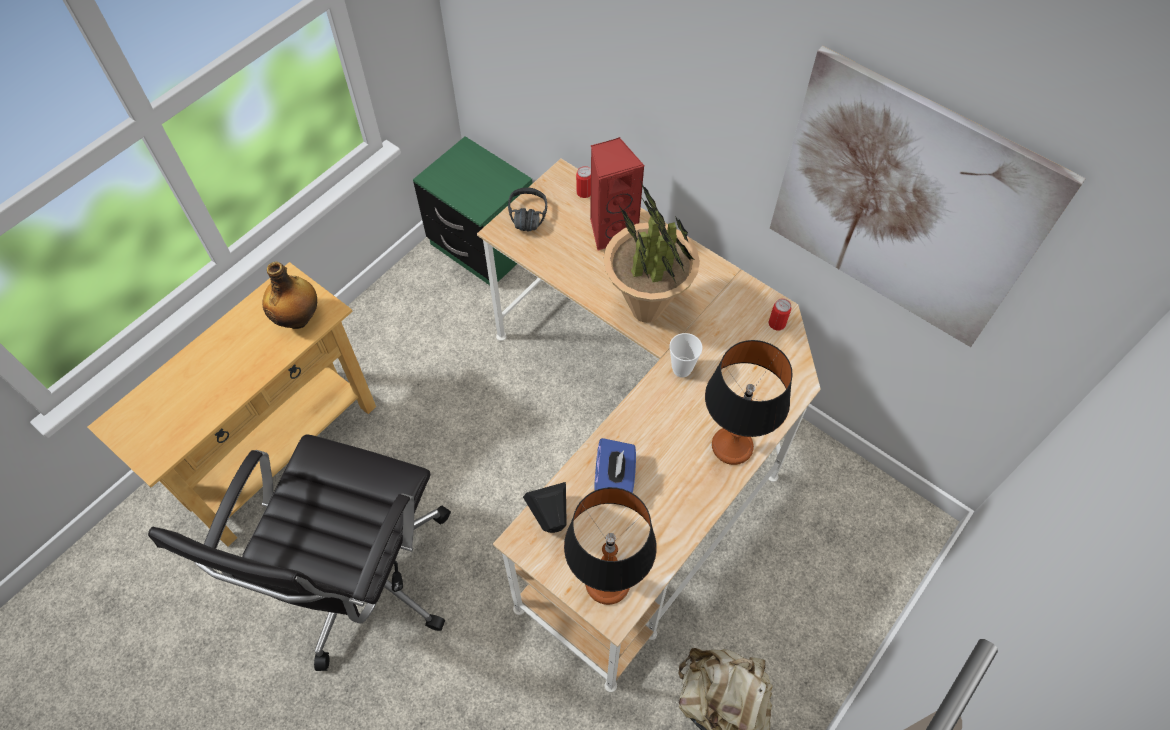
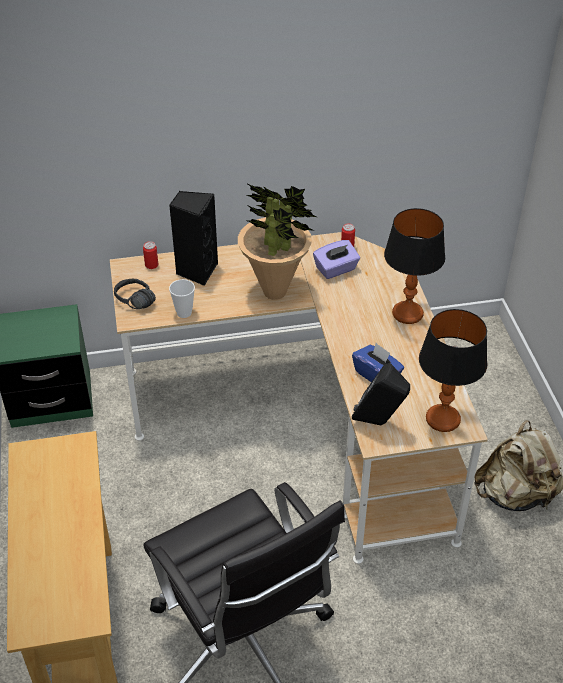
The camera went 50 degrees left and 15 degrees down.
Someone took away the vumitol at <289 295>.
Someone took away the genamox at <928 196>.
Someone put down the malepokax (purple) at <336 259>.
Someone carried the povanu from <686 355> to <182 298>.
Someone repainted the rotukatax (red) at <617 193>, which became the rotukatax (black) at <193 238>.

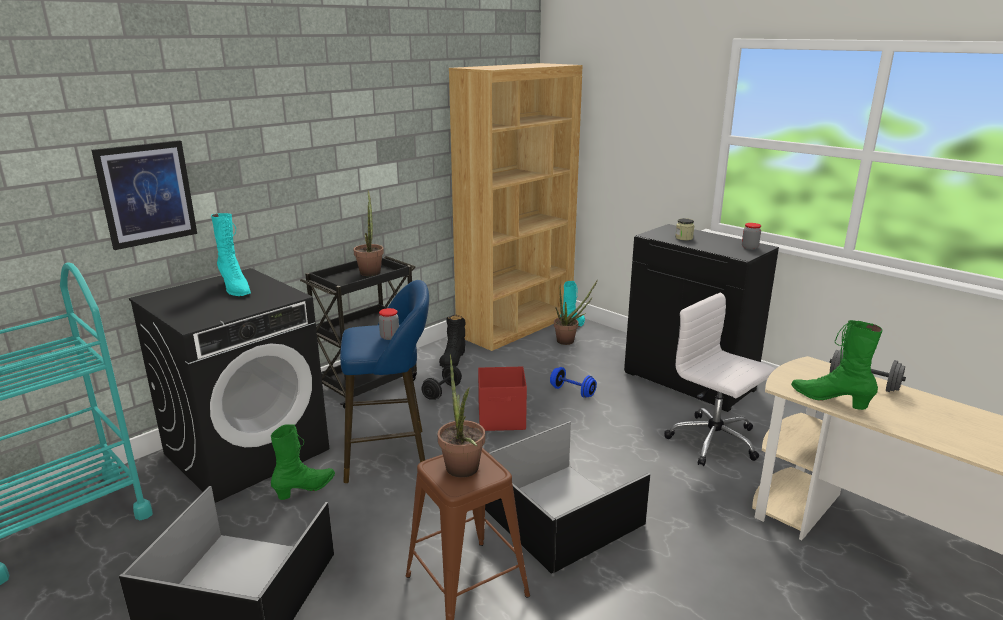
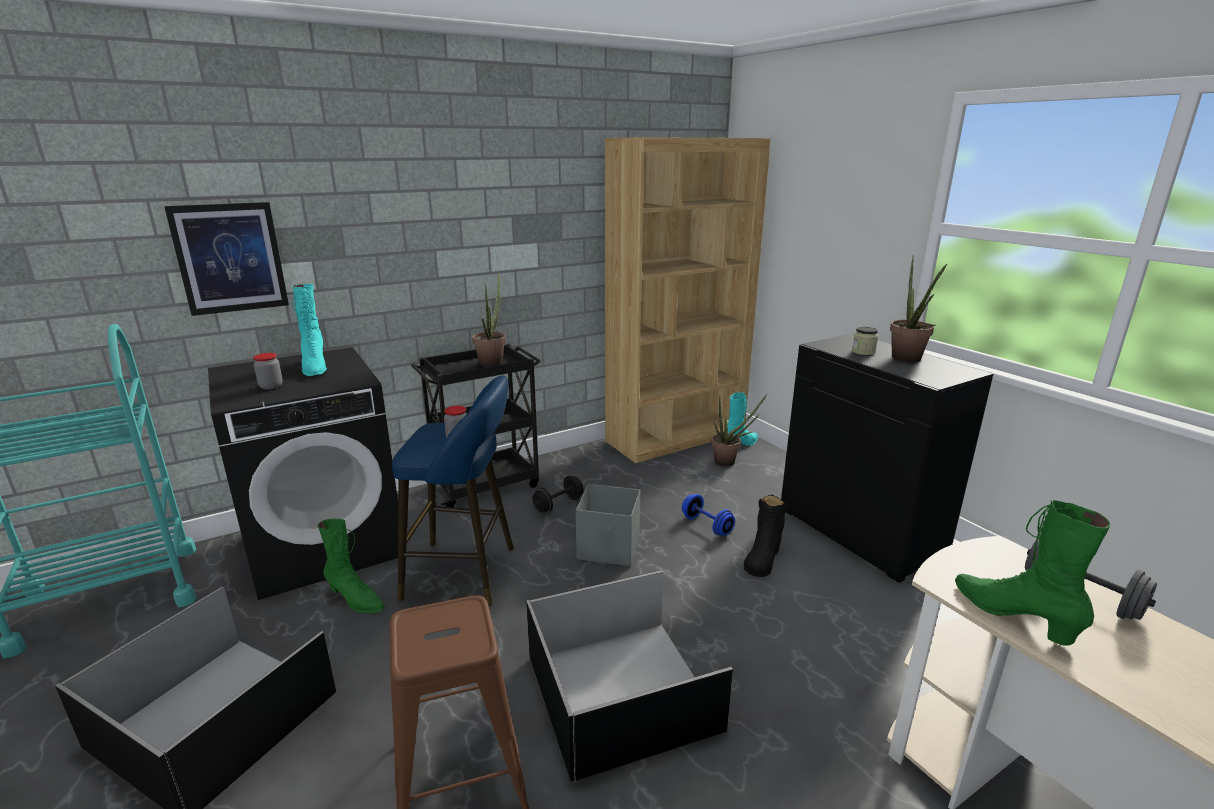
The camera went 15 degrees right and 0 degrees up.
Someone took away the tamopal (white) at <719 379>.
Someone carried the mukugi from <461 416> to <918 308>.
Someone carried the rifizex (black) from <452 341> to <765 536>.
Someone carried the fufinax from <751 236> to <268 371>.
Someone repainted the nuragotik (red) at <502 398>, which became the nuragotik (grey) at <608 525>.
Someone rotated the rifizex (green) at <303 462> by 60 degrees clockwise.

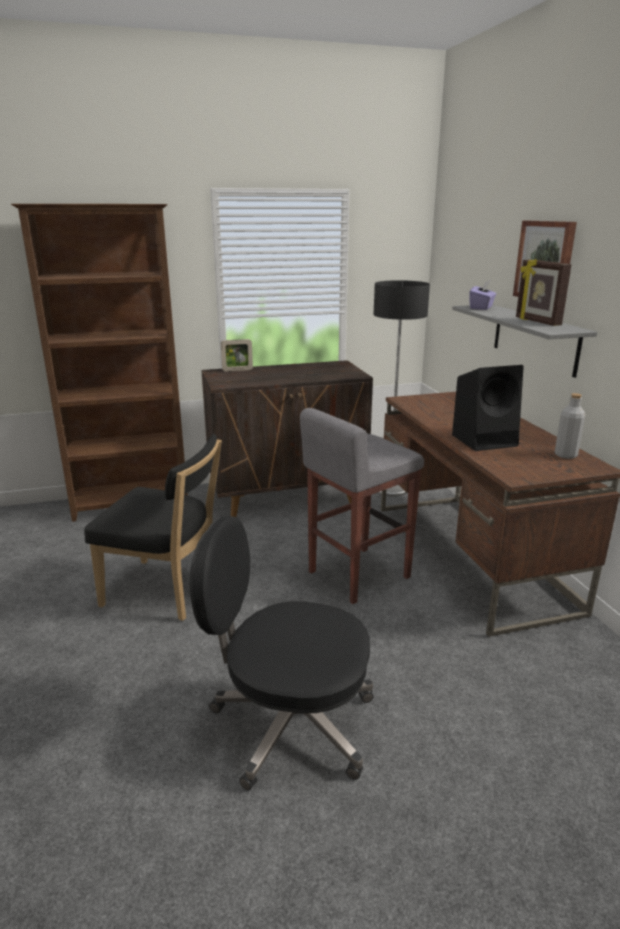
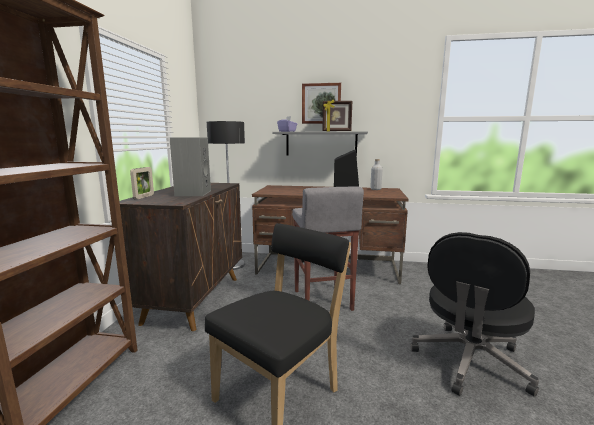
The camera went 65 degrees left and 10 degrees down.
Someone put down the rotukatax (grey) at <190 167>.

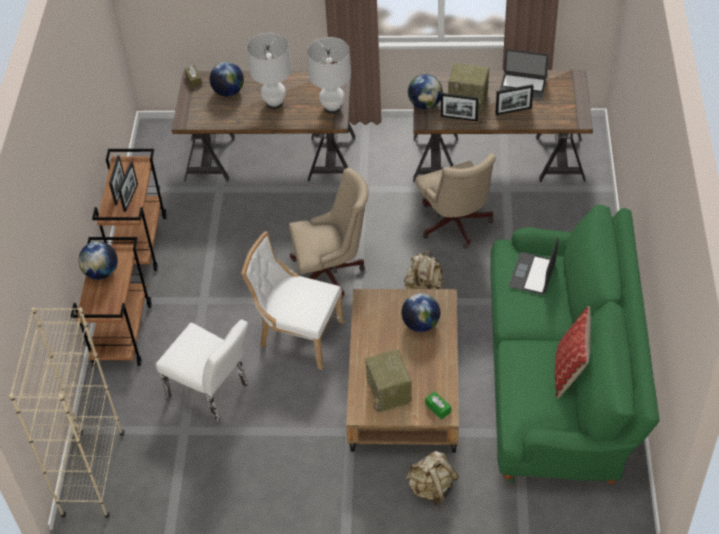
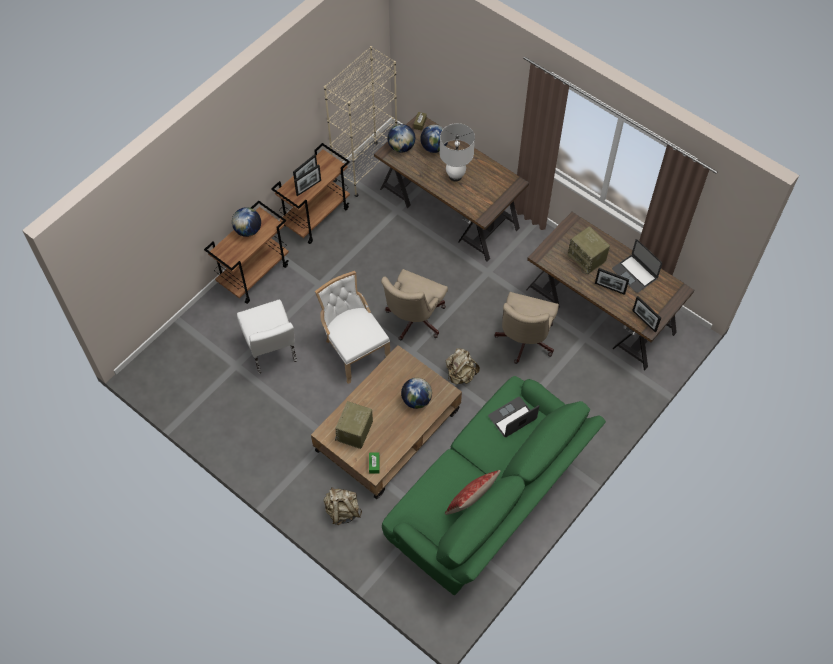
The camera went 35 degrees right and 10 degrees up.
Someone took away the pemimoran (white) at <329 75>.
Someone carried the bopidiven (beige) from <66 412> to <360 121>.
Someone carried the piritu from <425 91> to <401 138>.
Someone carried the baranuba from <460 107> to <646 314>.
Someone rotated the tamopal (beige) at <329 233> by 90 degrees clockwise.

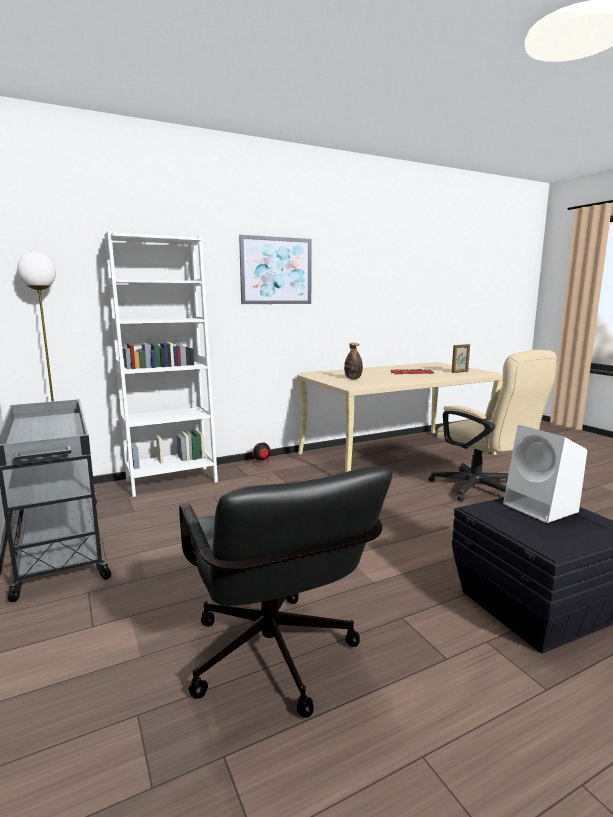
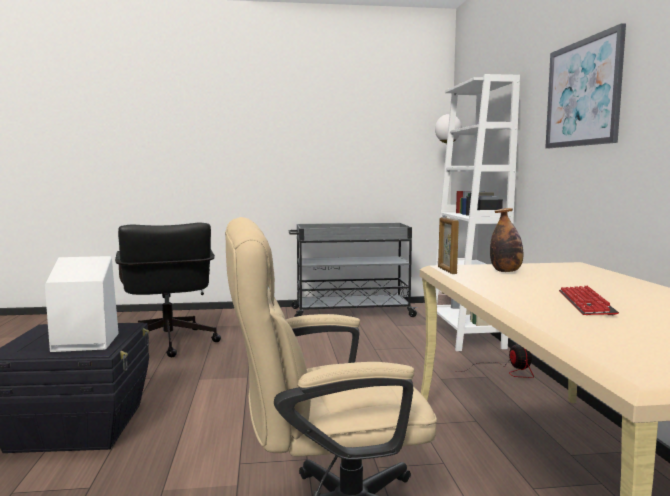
The camera went 110 degrees right and 5 degrees down.
Someone carried the baranuba from <460 358> to <448 245>.
Someone rotated the tamopal (black) at <286 592> by 105 degrees counterclockwise.

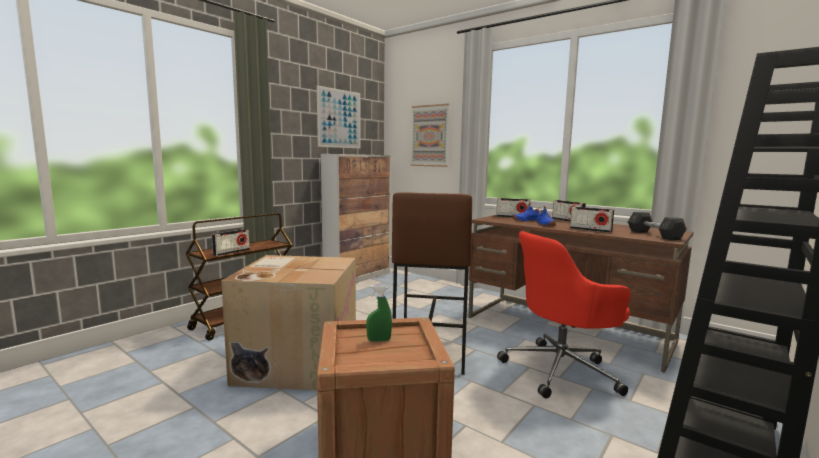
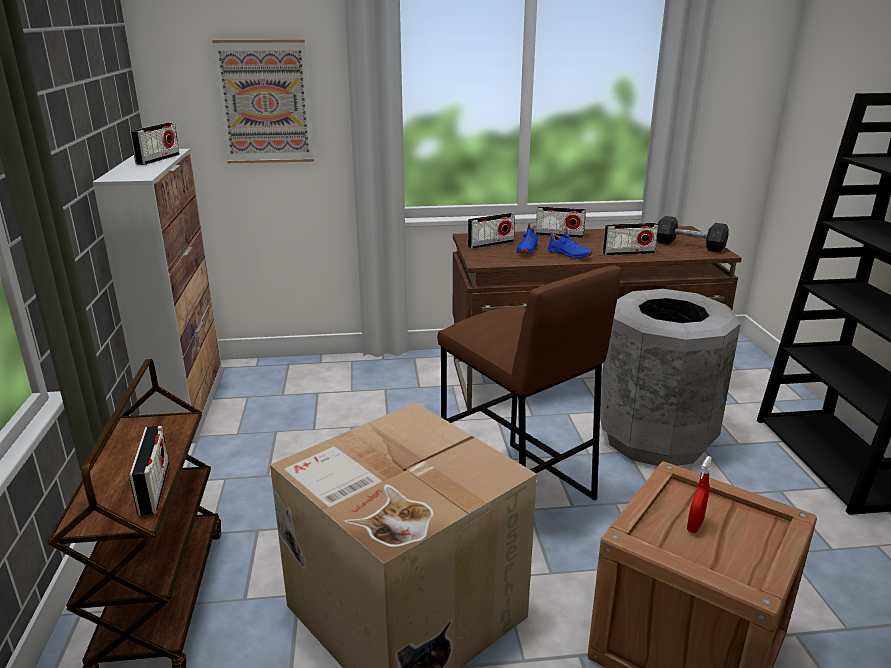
The camera went 45 degrees left and 15 degrees up.
Someone took away the genamox at <338 116>.
Someone put down the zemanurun at <155 144>.
Someone swapped the tamopal (red) at <564 315> for the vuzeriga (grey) at <670 377>.
Someone repainted the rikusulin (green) at <379 313>, which became the rikusulin (red) at <699 494>.

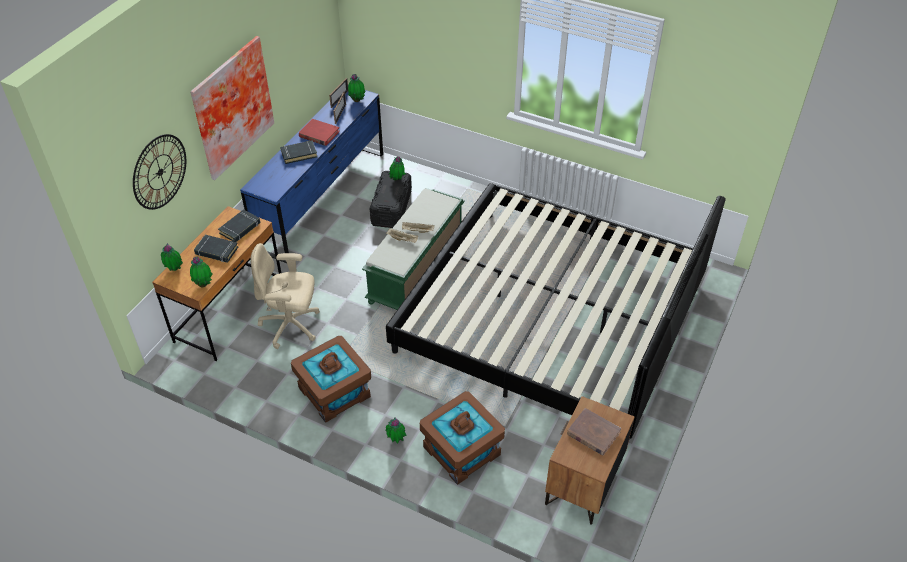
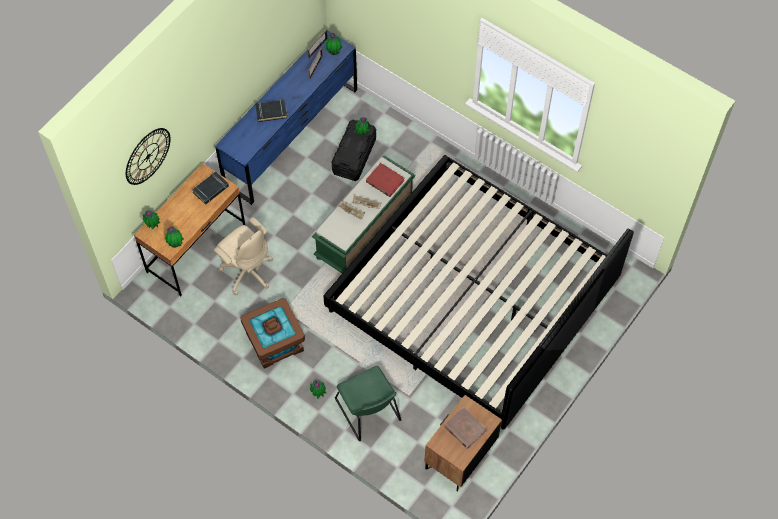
The camera went 10 degrees right and 15 degrees up.
Someone took away the genamox at <232 108>.
Someone took away the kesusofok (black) at <216 249>.
Someone carried the kesusofok (red) from <319 132> to <385 180>.
Someone swapped the nuragotik (brown) at <462 438> for the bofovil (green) at <368 404>.
Someone rotated the tamopal (beige) at <285 296> by 150 degrees counterclockwise.

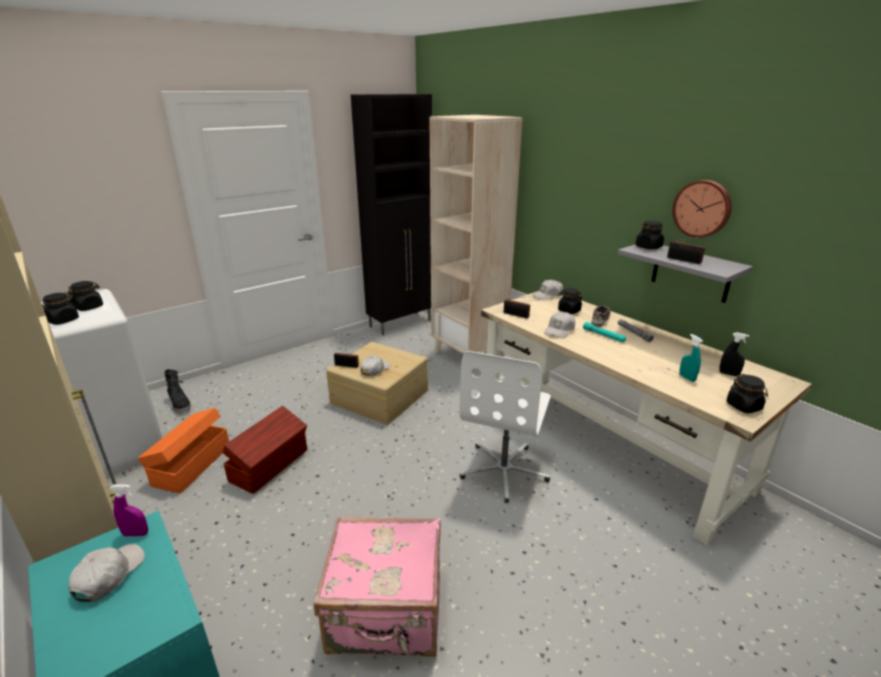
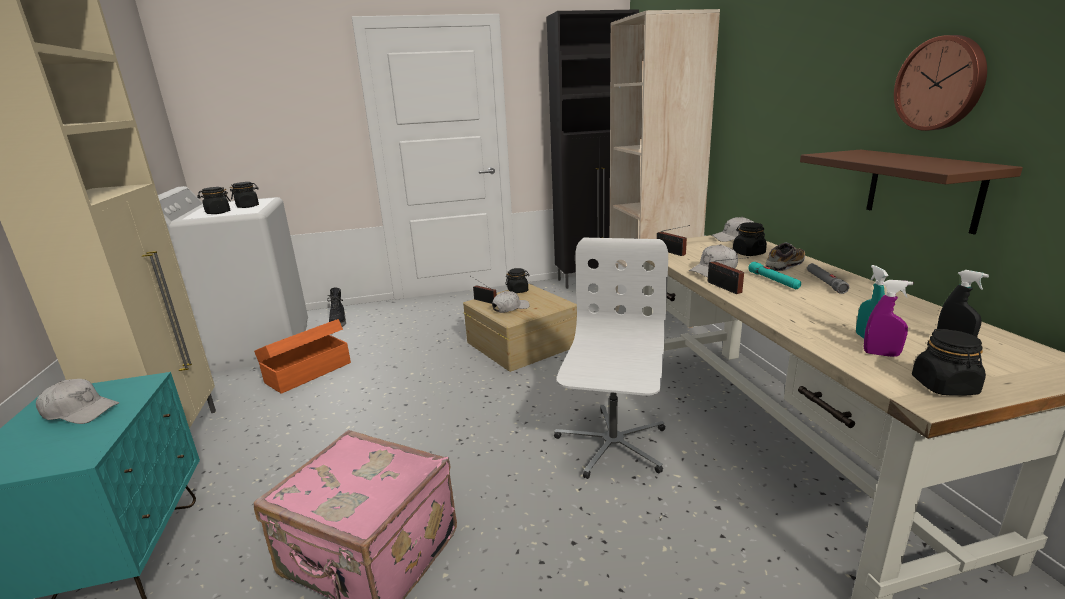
The camera went 25 degrees right and 5 degrees down.
Someone took away the nuragotik (brown) at <265 450>.
Someone carried the rikusulin (purple) from <128 510> to <888 318>.
Someone carried the fufinax (black) from <649 235> to <517 280>.
Someone carried the zemanurun from <689 249> to <728 275>.
Someone repainted the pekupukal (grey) at <685 274>, which became the pekupukal (brown) at <911 192>.
Someone rotated the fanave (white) at <106 573> by 60 degrees clockwise.
Someone rotated the tamopal (white) at <505 427> by 150 degrees clockwise.

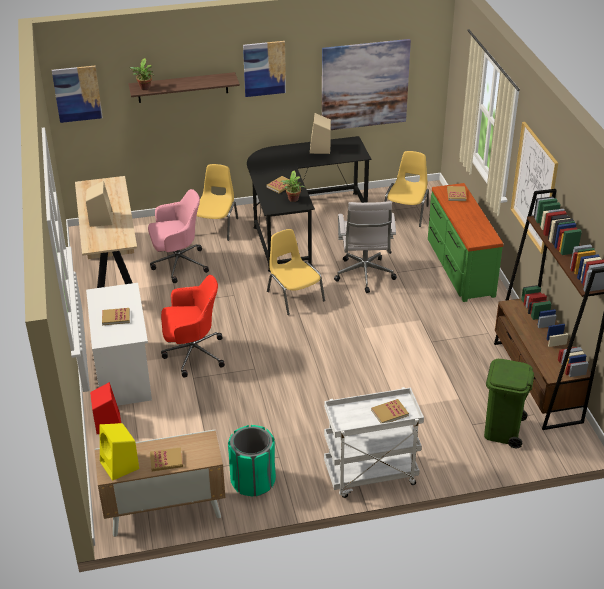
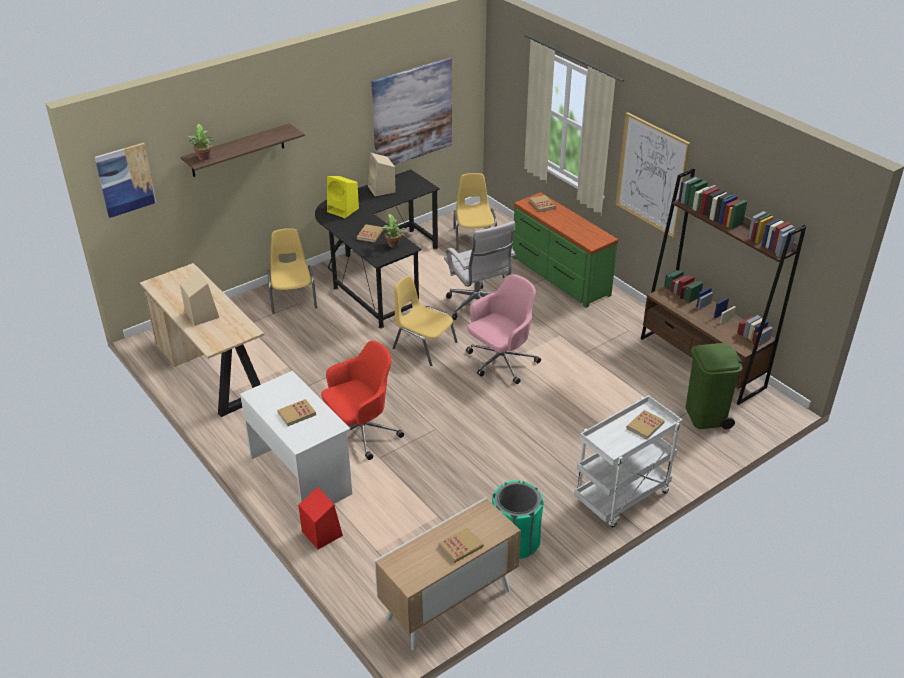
The camera went 25 degrees left and 0 degrees up.
Someone took away the genamox at <264 69>.
Someone carried the rotukatax (yellow) from <119 452> to <343 197>.
Someone carried the tamopal (pink) from <178 236> to <503 329>.

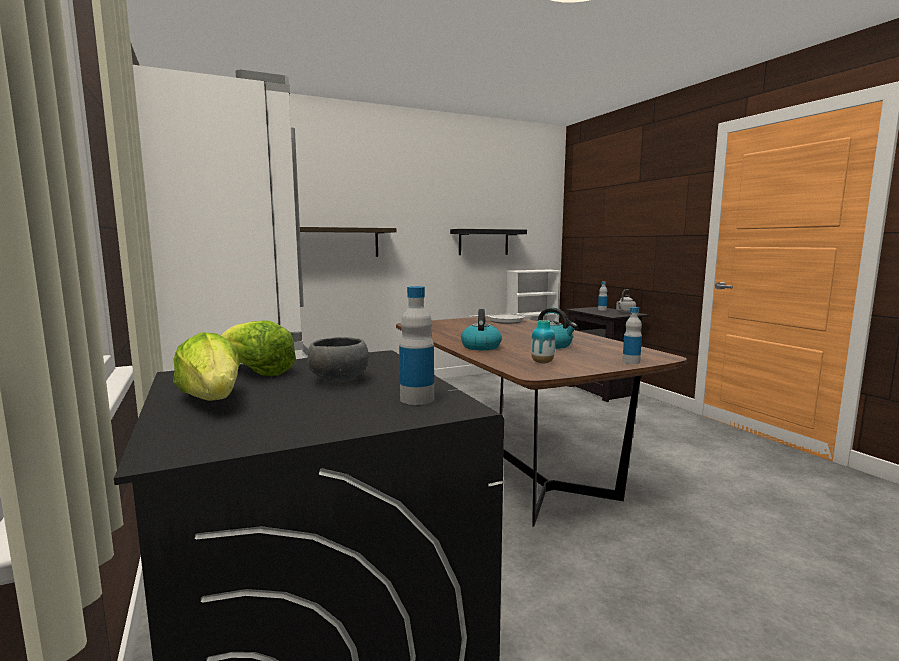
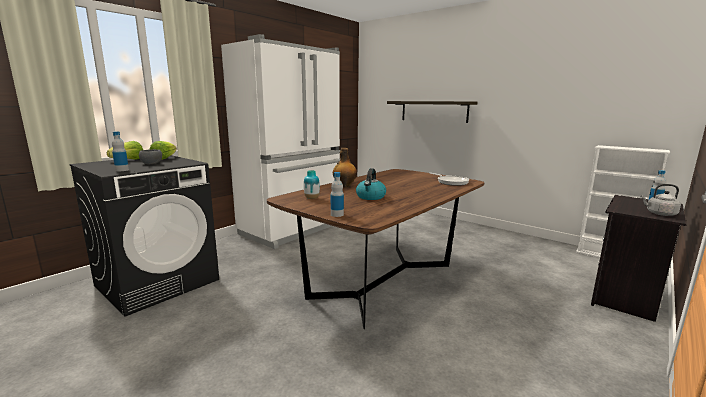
The camera went 65 degrees right and 5 degrees up.
Someone took away the pekupukal (black) at <488 242>.
Someone swapped the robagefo at <481 329> for the vumitol at <345 167>.

